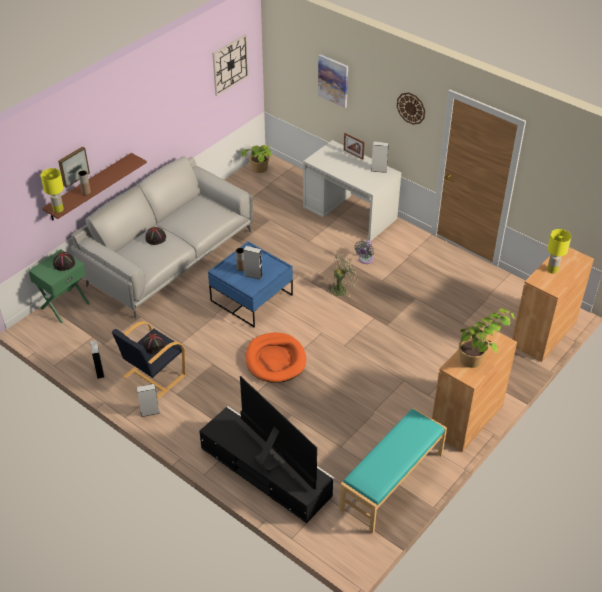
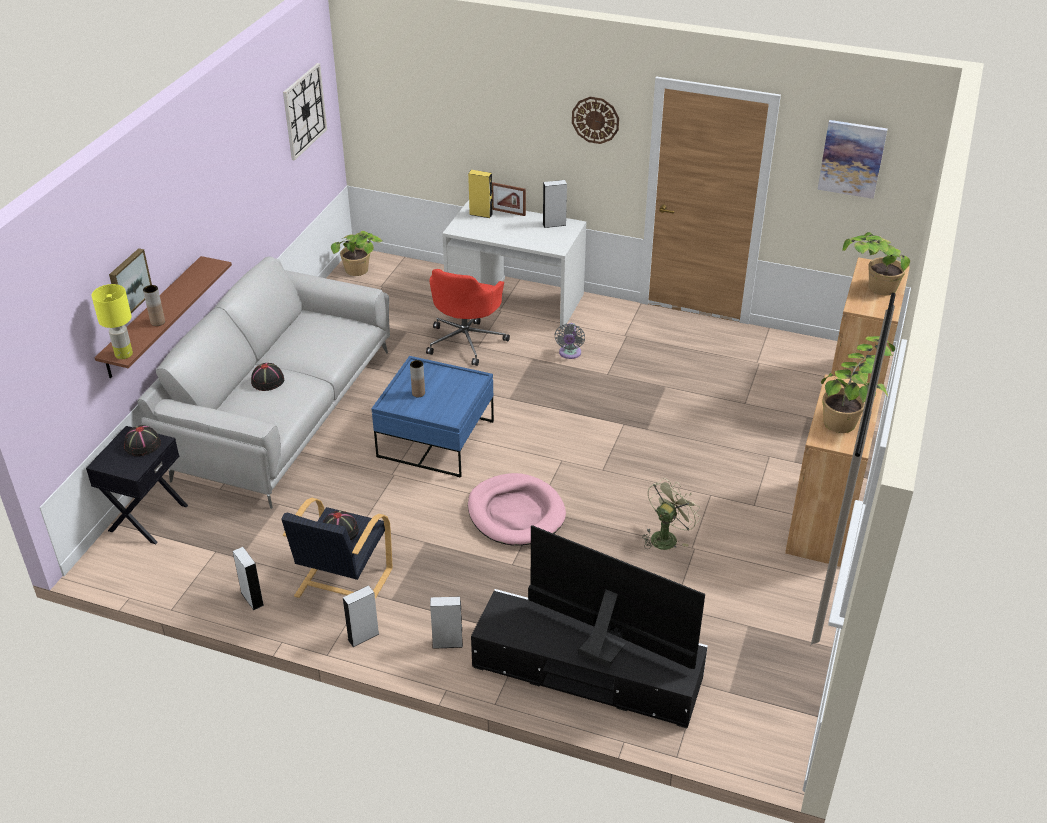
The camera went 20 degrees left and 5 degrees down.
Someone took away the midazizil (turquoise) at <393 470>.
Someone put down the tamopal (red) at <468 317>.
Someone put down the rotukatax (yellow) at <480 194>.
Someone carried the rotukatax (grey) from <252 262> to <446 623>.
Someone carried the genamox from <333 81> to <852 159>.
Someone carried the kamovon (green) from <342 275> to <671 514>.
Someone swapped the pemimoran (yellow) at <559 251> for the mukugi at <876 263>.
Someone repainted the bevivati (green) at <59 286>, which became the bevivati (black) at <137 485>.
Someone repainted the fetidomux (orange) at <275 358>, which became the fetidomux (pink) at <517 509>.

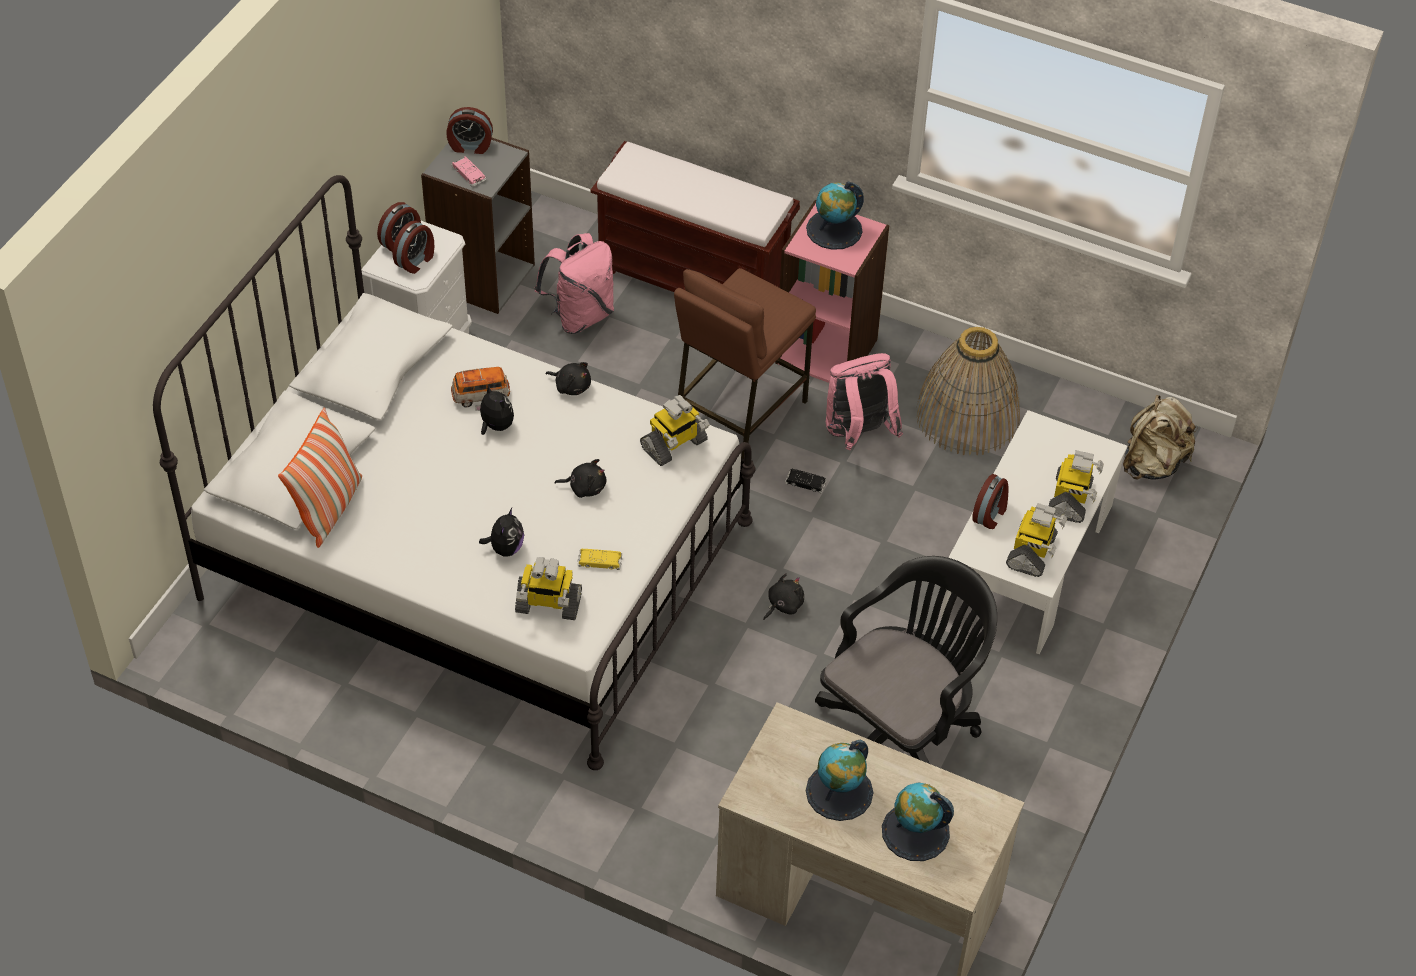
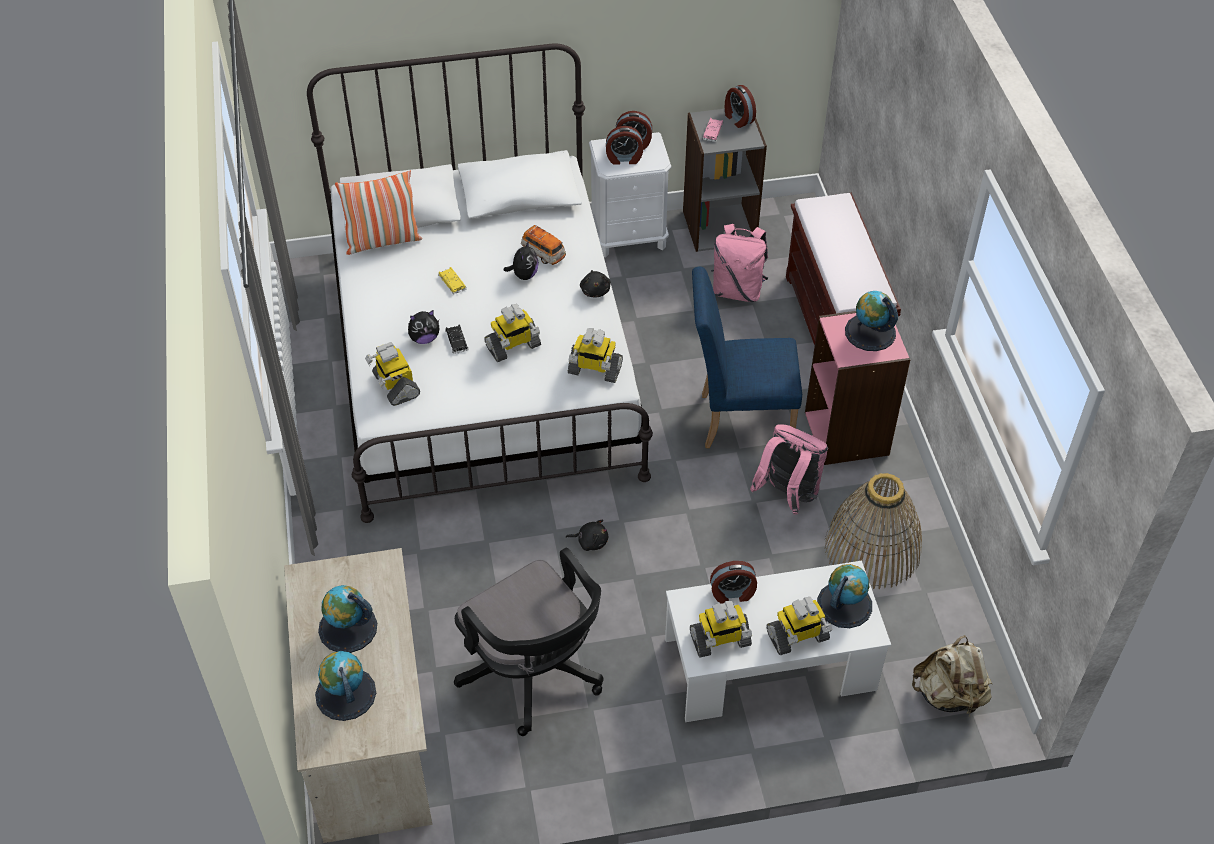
The camera went 55 degrees right and 0 degrees up.
Someone put down the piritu at <844 596>.
Someone carried the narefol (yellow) from <600 559> to <452 281>.
Someone carried the narefol (black) from <806 481> to <457 339>.
Someone swapped the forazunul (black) at <580 478> for the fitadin at <512 333>.
Someone swapped the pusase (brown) at <745 363> for the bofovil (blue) at <747 357>.
Someone rotated the tamopal (black) at <906 659> by 45 degrees clockwise.

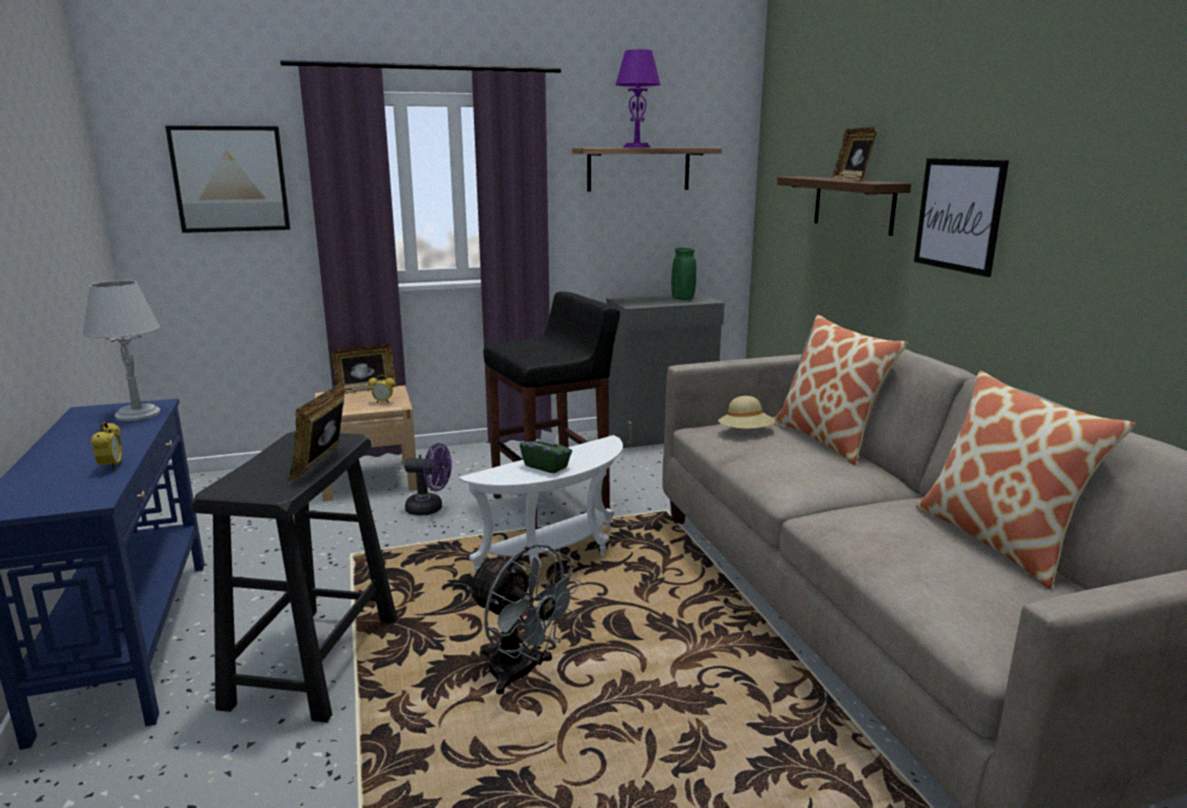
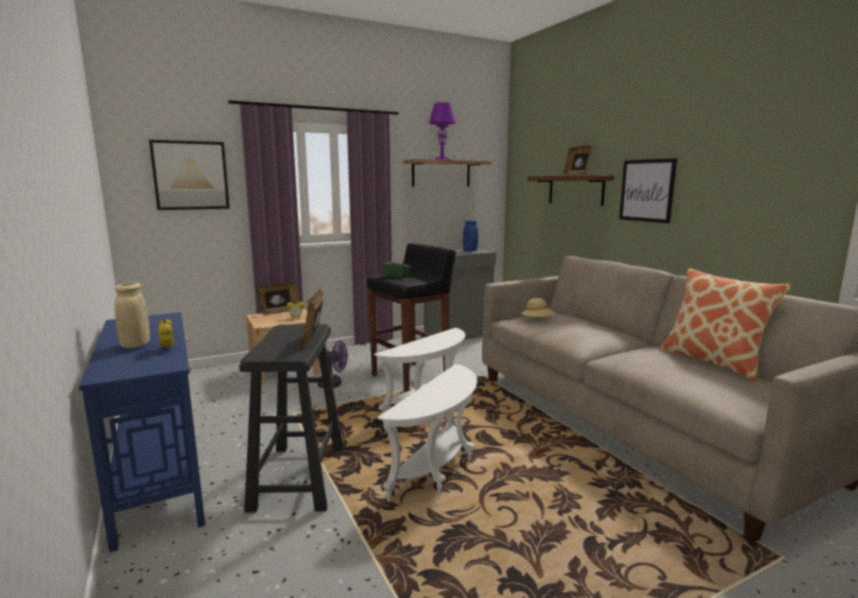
The camera went 10 degrees left and 5 degrees down.
Someone took away the pemimoran (grey) at <121 350>.
Someone took away the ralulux at <841 390>.
Someone put down the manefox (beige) at <132 315>.
Someone carried the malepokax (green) from <546 452> to <397 267>.
Someone swapped the kamovon (grey) at <524 619> for the bevivati (white) at <427 432>.
Someone repainted the manefox (green) at <683 274>, which became the manefox (blue) at <470 235>.

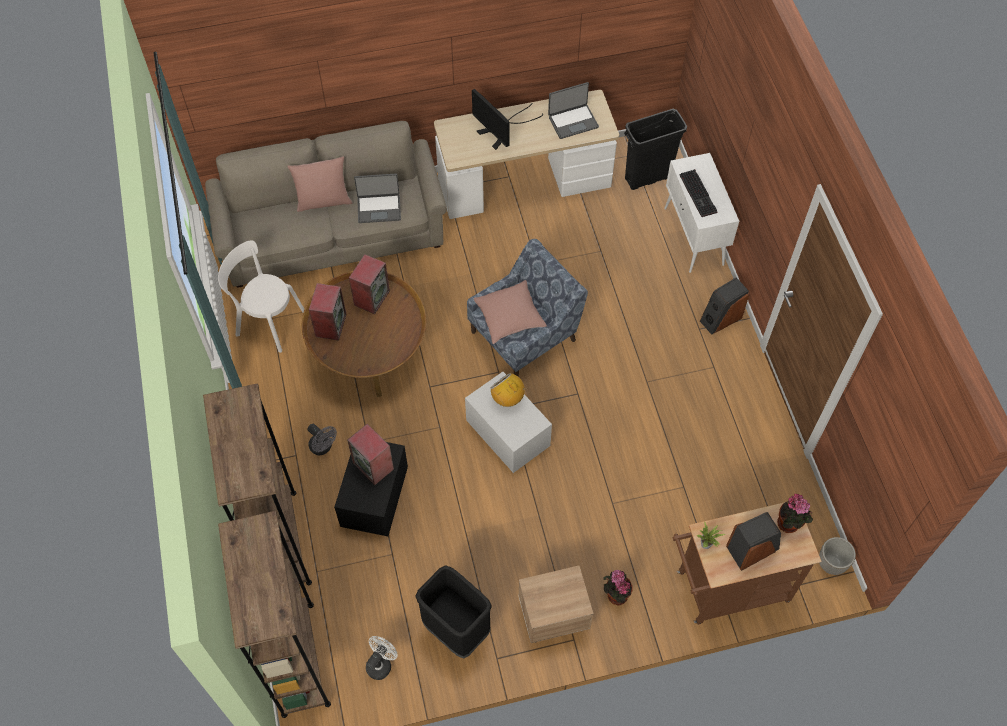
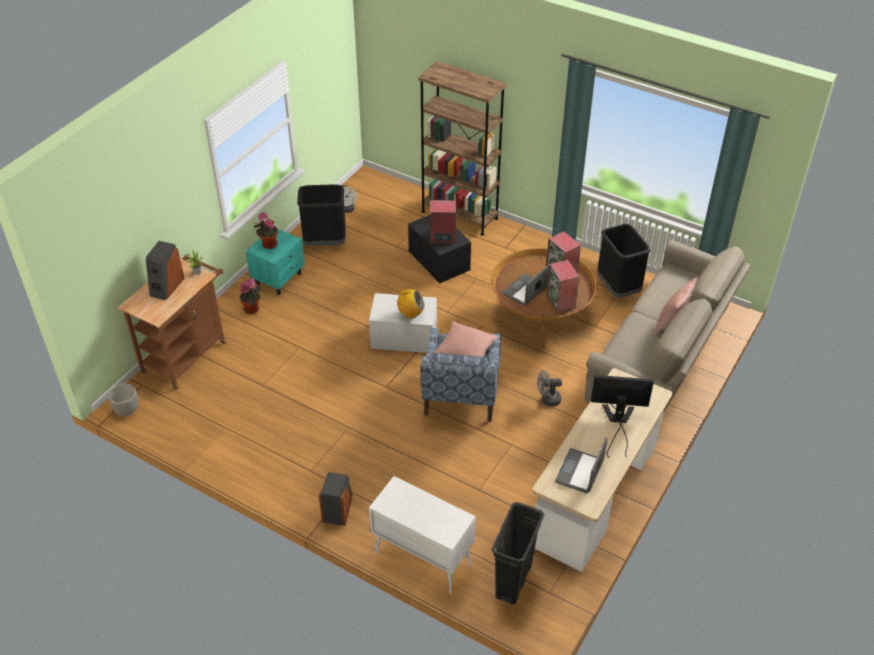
The camera went 135 degrees right and 15 degrees down.
Someone took away the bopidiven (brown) at <274 614>.
Someone took away the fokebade at <698 193>.
Someone carried the kamovon (grey) from <322 439> to <549 388>.
Someone carried the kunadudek from <377 198> to <526 285>.
Someone carried the mukugi from <795 513> to <266 230>.
Someone swapped the bofovil (white) at <261 296> for the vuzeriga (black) at <623 261>.
Someone repainted the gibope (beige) at <556 604>, which became the gibope (turquoise) at <275 262>.

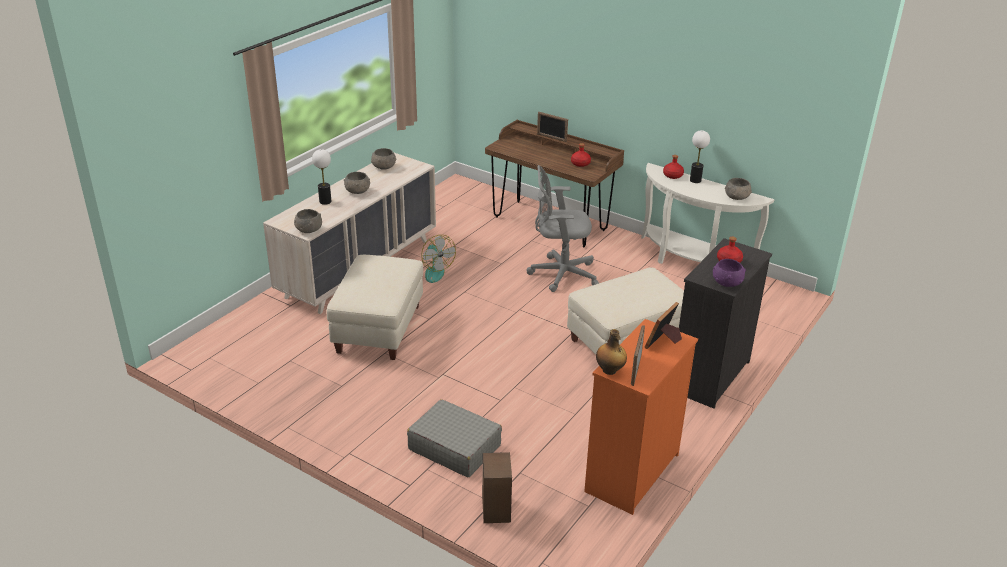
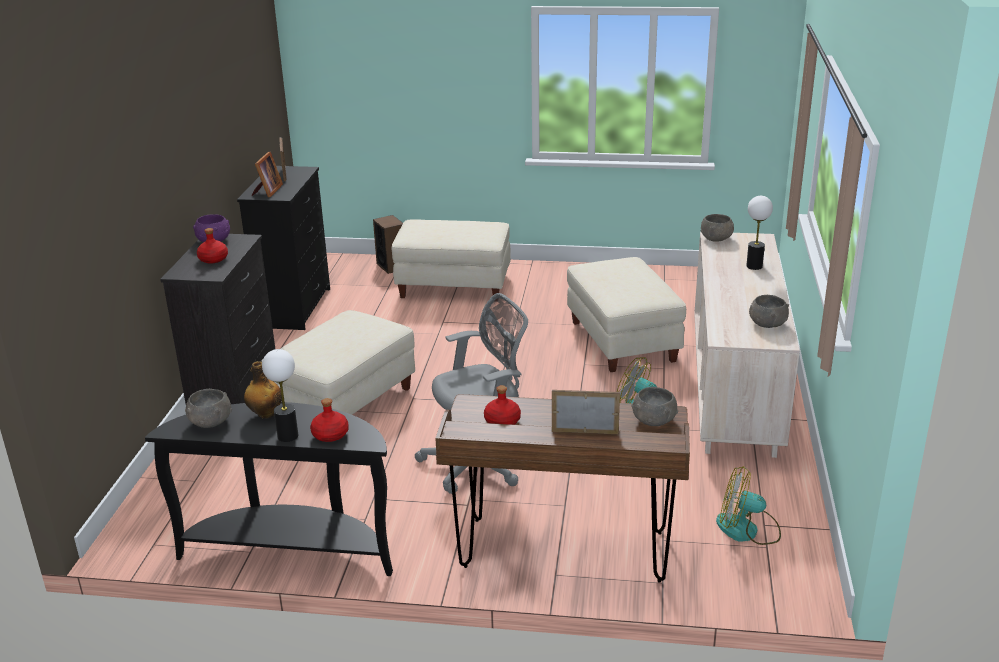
The camera went 155 degrees right and 5 degrees down.
Someone put down the kamovon at <748 505>.
Someone carried the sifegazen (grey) from <357 183> to <654 406>.
Someone carried the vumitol from <611 352> to <263 390>.
Someone swapped the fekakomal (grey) at <454 438> for the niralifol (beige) at <451 260>.
Someone repainted the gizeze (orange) at <641 417>, which became the gizeze (black) at <283 248>.
Someone repainted the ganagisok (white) at <708 213>, which became the ganagisok (black) at <269 489>.

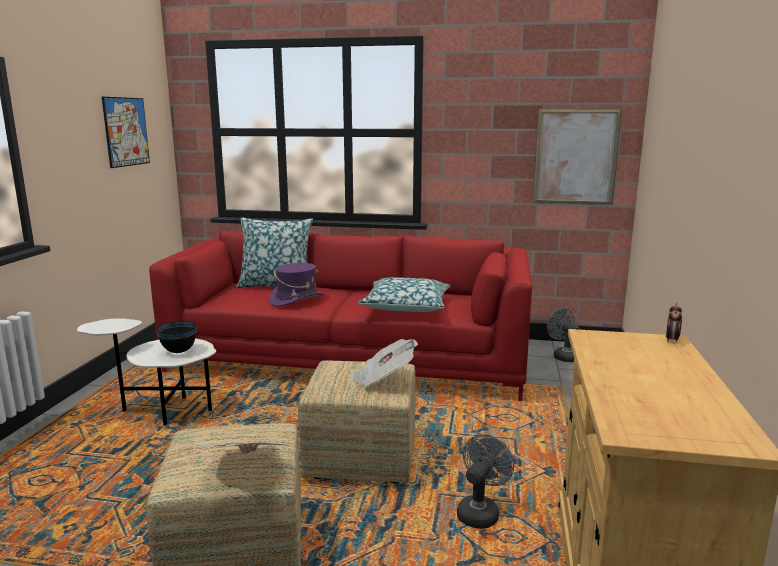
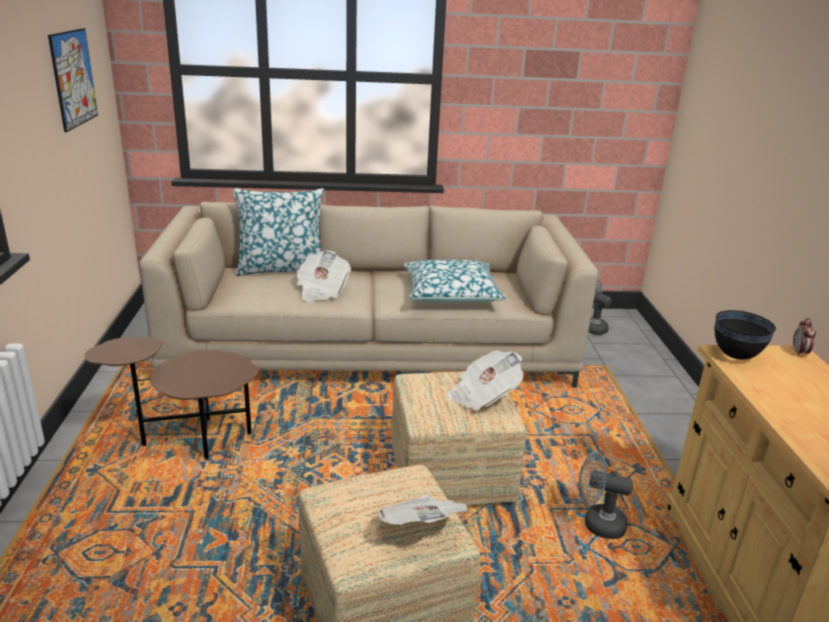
The camera went 15 degrees left and 10 degrees up.
Someone took away the genamox at <577 157>.
Someone carried the sifegazen (black) from <177 337> to <745 335>.
Someone swapped the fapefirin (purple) at <296 284> for the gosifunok at <323 275>.
Someone repainted the bevivati (white) at <146 371>, which became the bevivati (brown) at <172 398>.
Someone repainted the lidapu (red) at <340 316>, which became the lidapu (beige) at <368 295>.
Someone rotated the kamovon (grey) at <485 481> by 90 degrees counterclockwise.

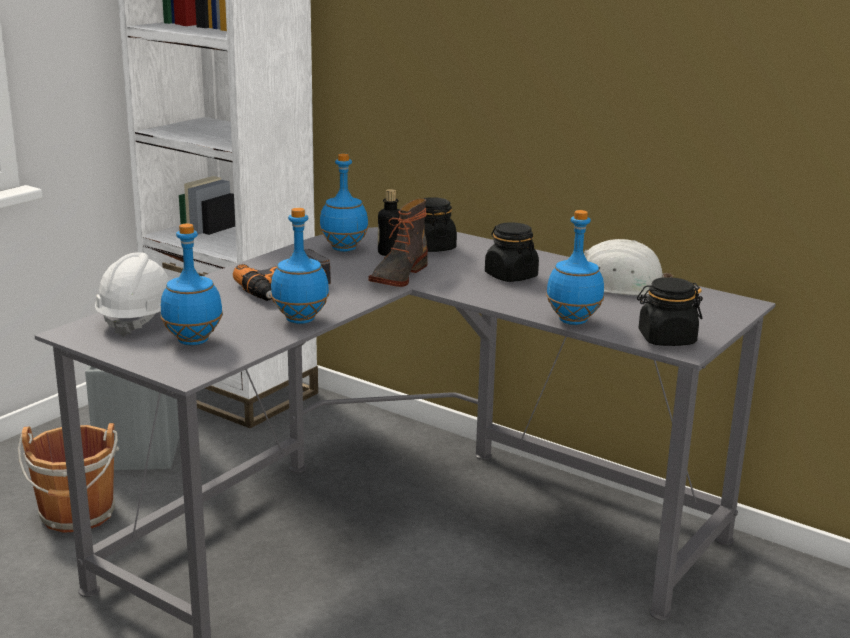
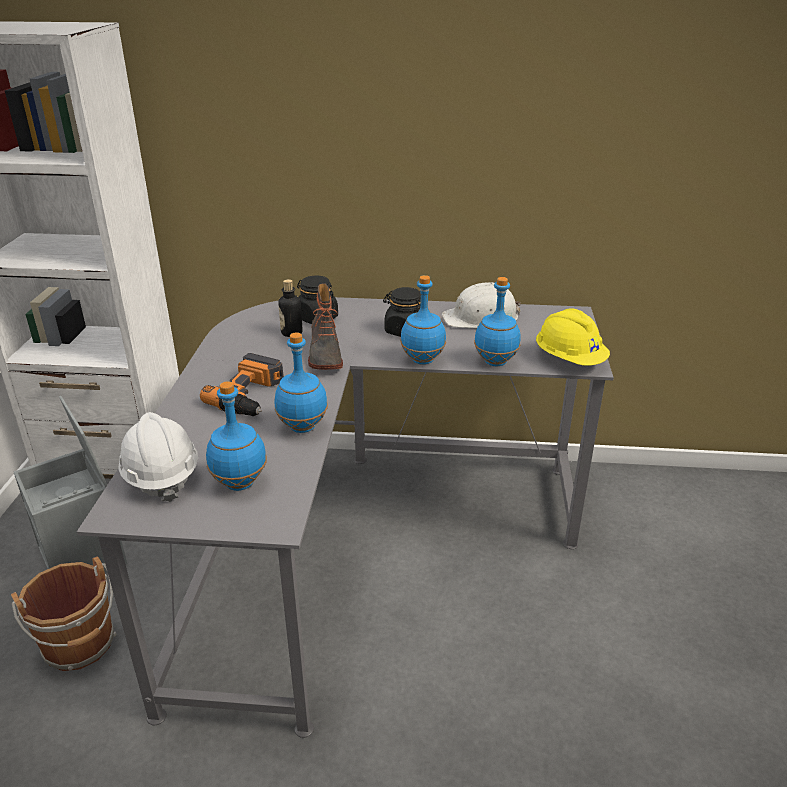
The camera went 30 degrees left and 10 degrees up.
Someone carried the vumitol (blue) from <344 202> to <423 320>.
Someone swapped the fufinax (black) at <670 311> for the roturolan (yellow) at <573 337>.

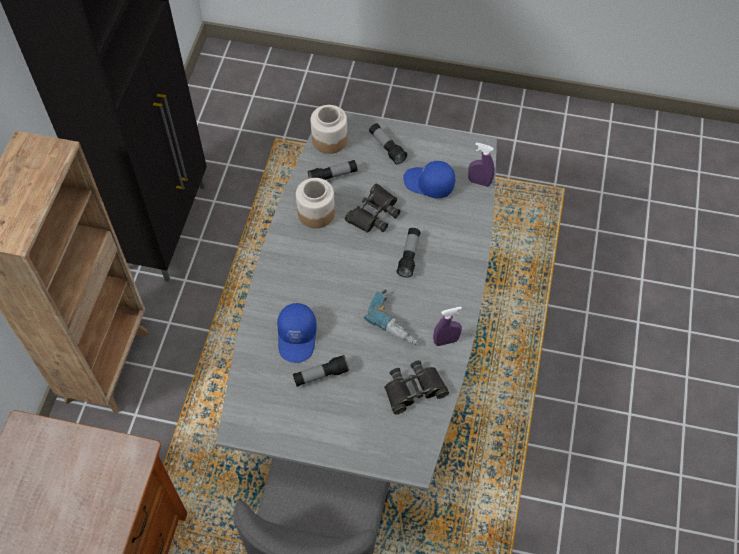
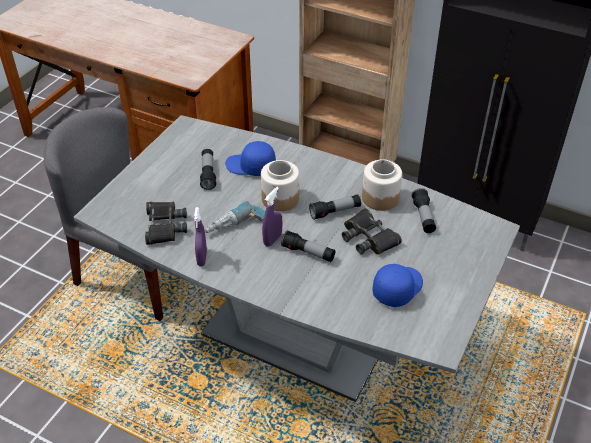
The camera went 105 degrees right and 15 degrees down.
Someone carried the fufinax from <329 129> to <280 185>.
Someone carried the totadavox from <388 143> to <335 207>.
Someone carried the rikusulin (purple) from <481 165> to <272 217>.

